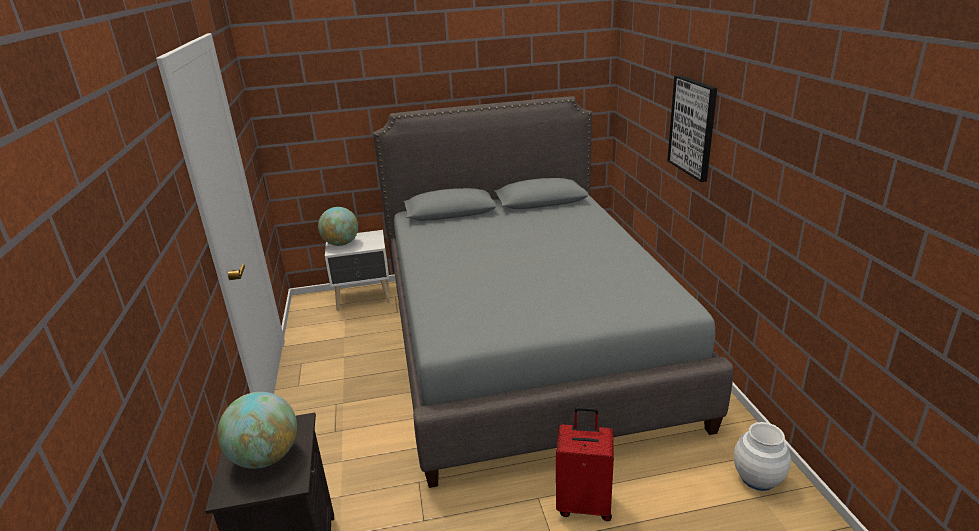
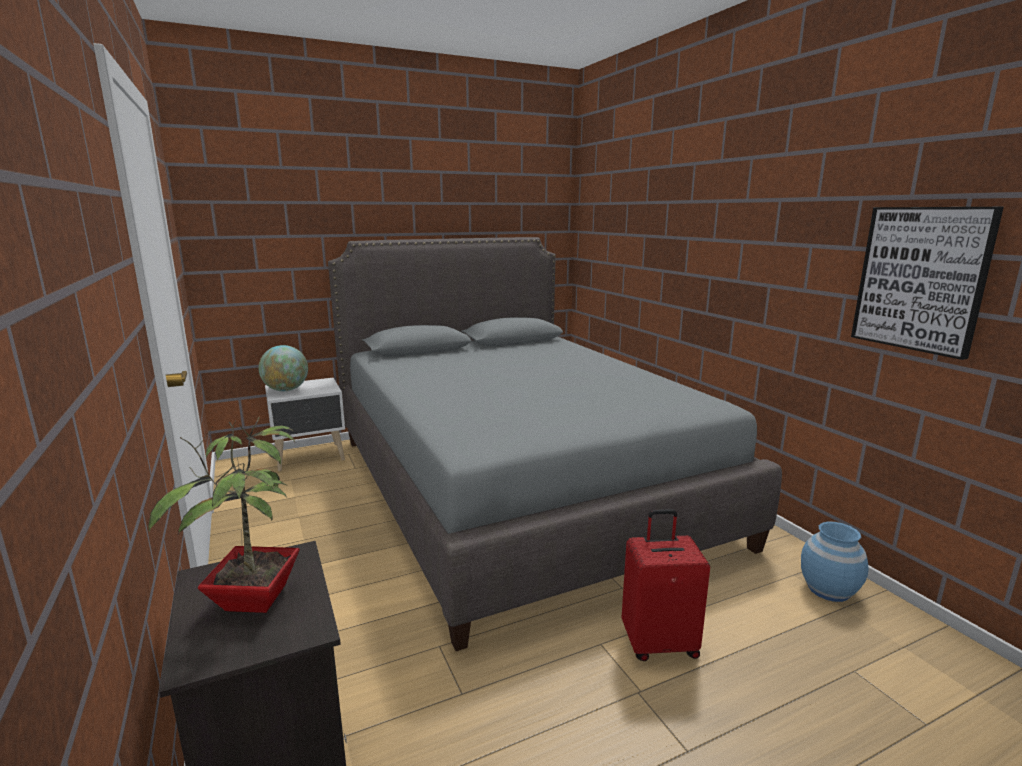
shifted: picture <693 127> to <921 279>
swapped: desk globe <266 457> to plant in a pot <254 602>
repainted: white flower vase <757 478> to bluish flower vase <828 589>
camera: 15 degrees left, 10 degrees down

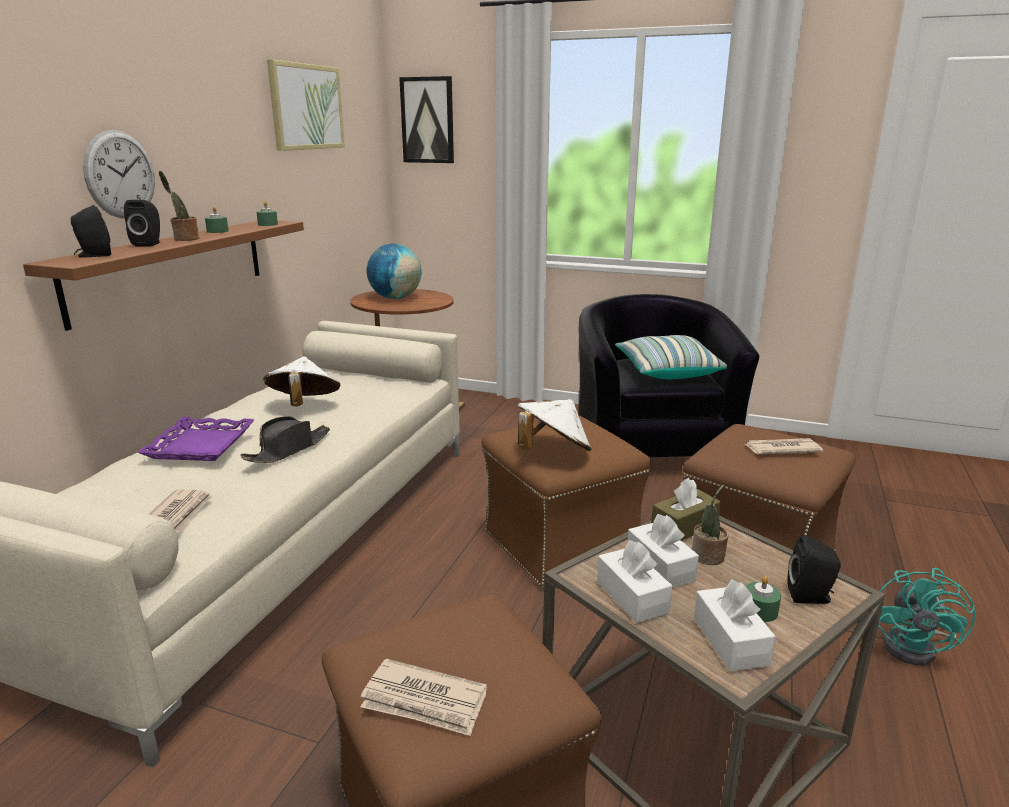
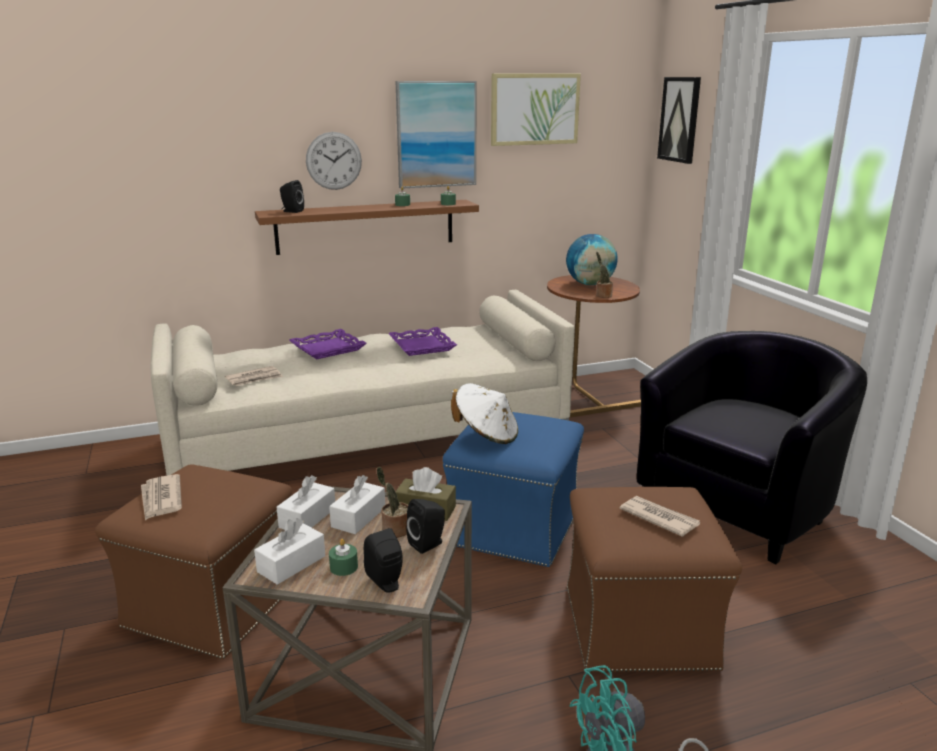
gone: throw pillow <666 371>; black wearable hat <288 449>
new: picture <436 134>
shifted: plant in a pot <184 239> to <602 295>; black audio speaker <149 244> to <428 544>
swapped: white wearable hat <304 405> to purple tray <421 346>
repainted: brown-coloured footrest <559 543> to bluish footrest <514 527>
camera: 50 degrees right, 0 degrees up

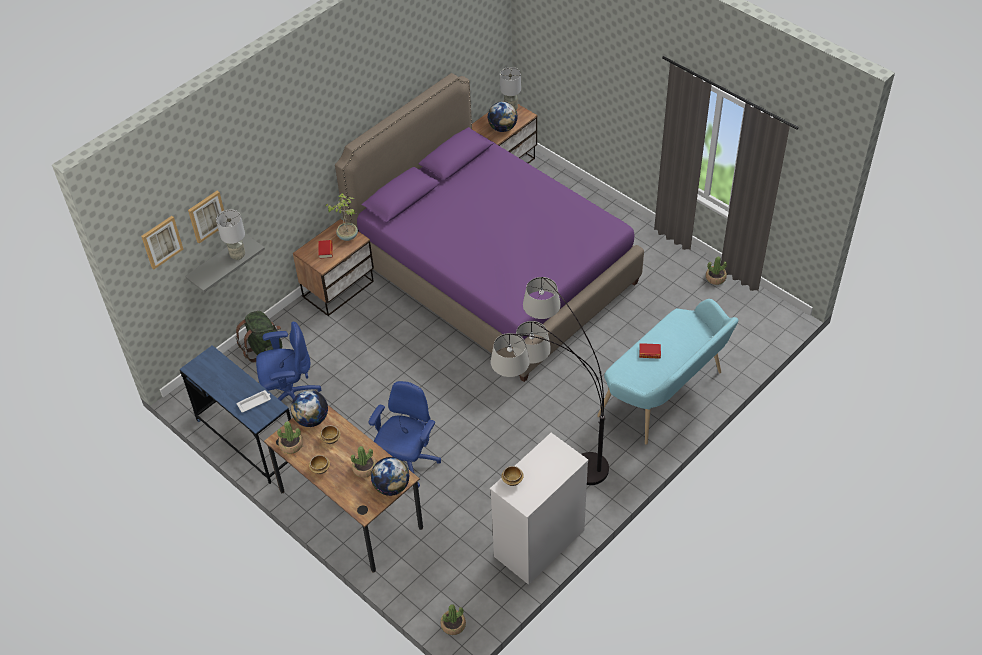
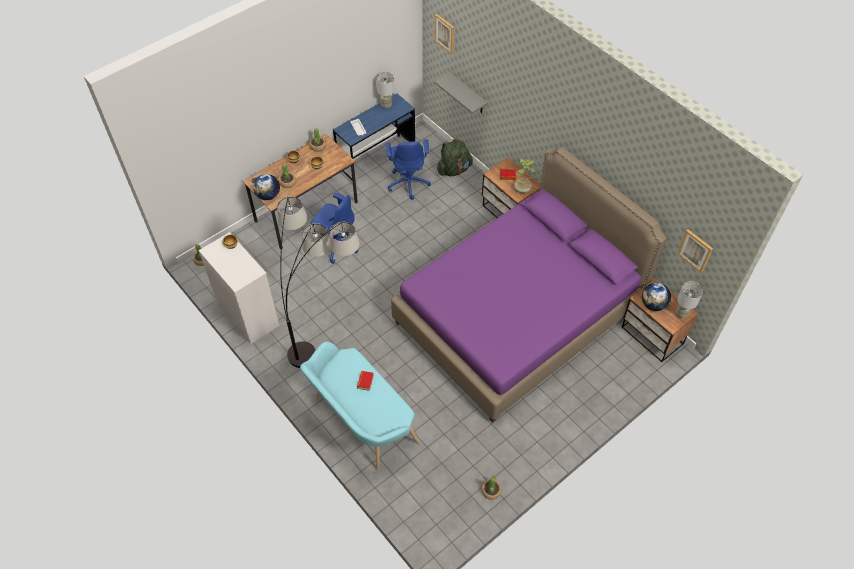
gone: desk globe <311 419>
shifted: picture <207 216> to <695 250>; gray lamp for a table <238 255> to <386 105>
camera: 95 degrees right, 5 degrees up

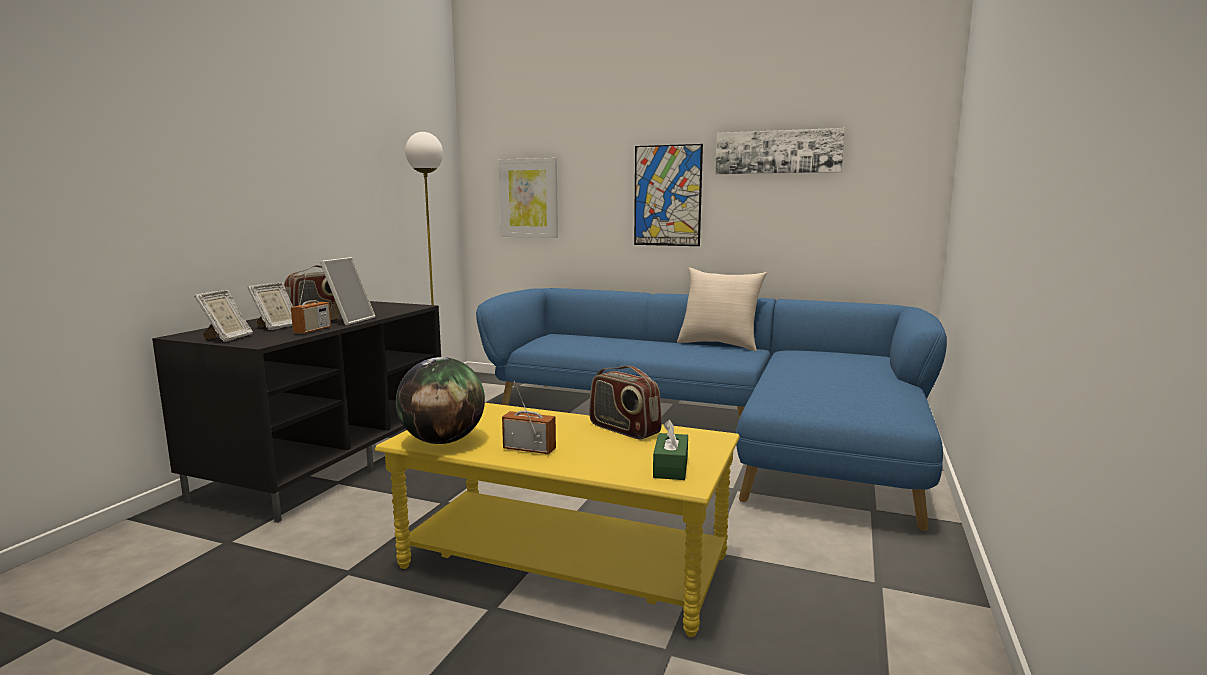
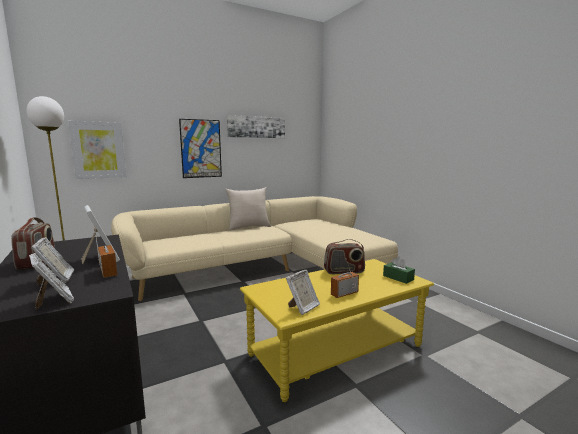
swapped: desk globe <443 441> to photo frame <303 308>
repainted: bluish couch <718 429> to sand-coloured couch <266 269>
camera: 50 degrees left, 0 degrees up

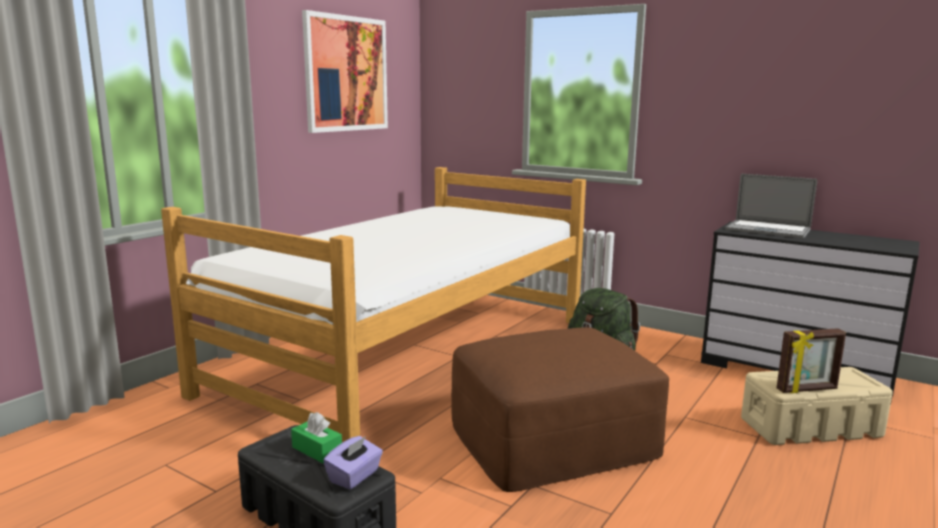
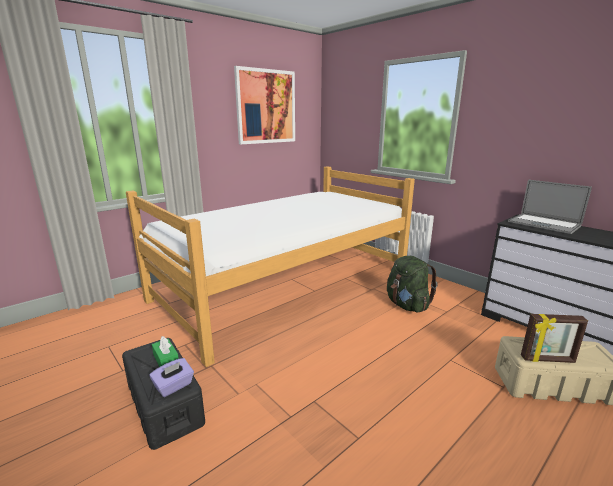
gone: brown-coloured footrest <553 439>
camera: 15 degrees right, 5 degrees up

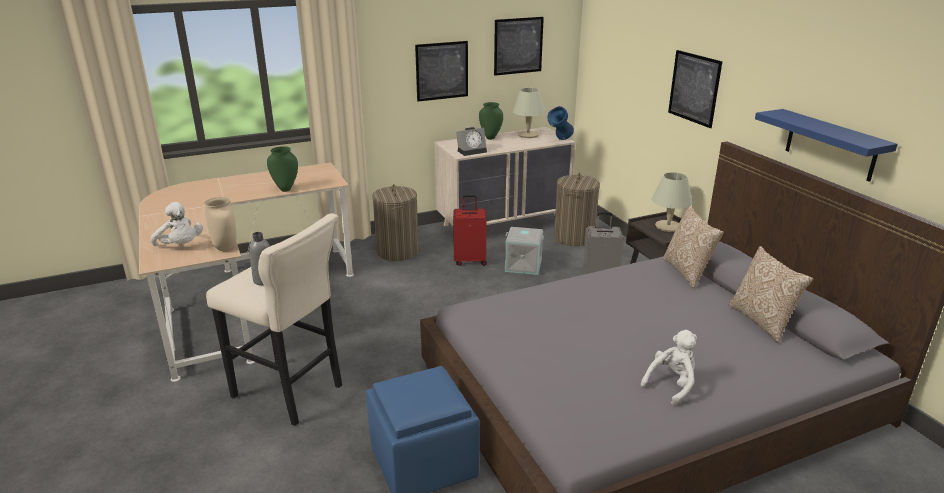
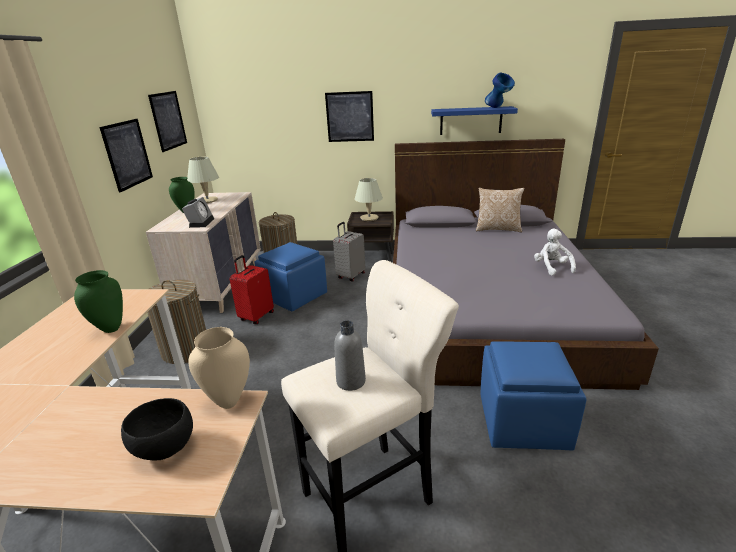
gone: throw pillow <687 272>
shifted: bluish flower vase <559 140> to <497 108>
swapped: white cuddly toy <180 246> to black deep dish <165 449>; gray storage container <523 265> to bluish footrest <294 296>
camera: 60 degrees left, 0 degrees up

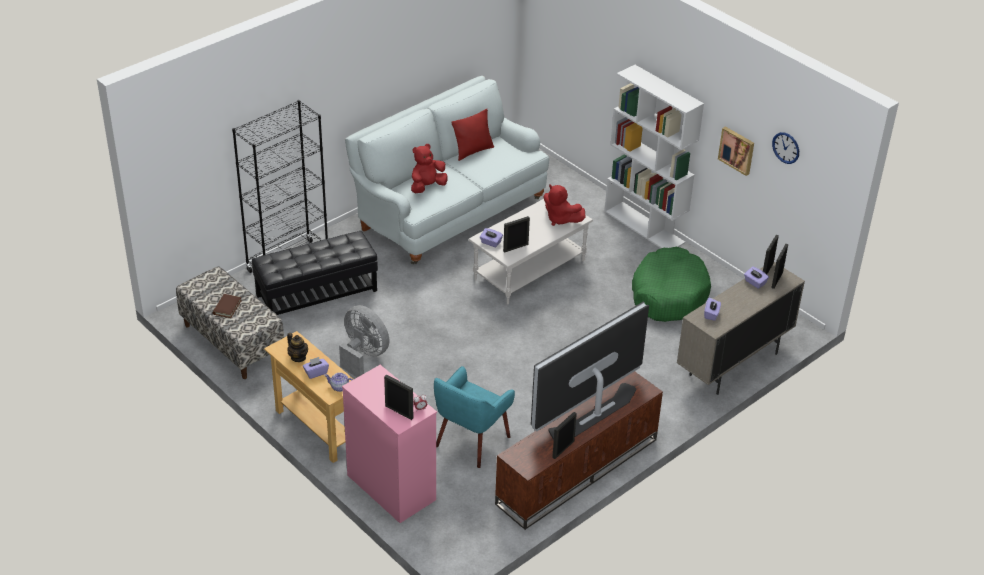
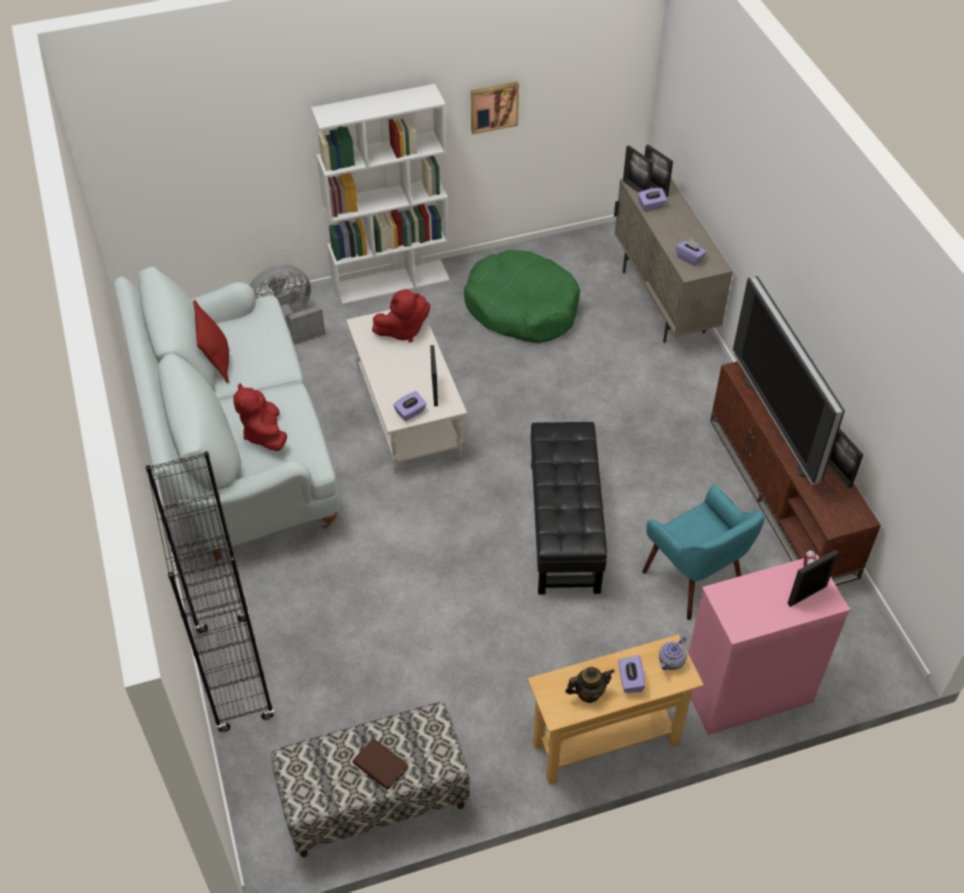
gone: clock on the wall <786 147>
shifted: black footrest <317 293> to <565 526>; gray electric fan <363 356> to <288 322>
camera: 65 degrees left, 10 degrees up

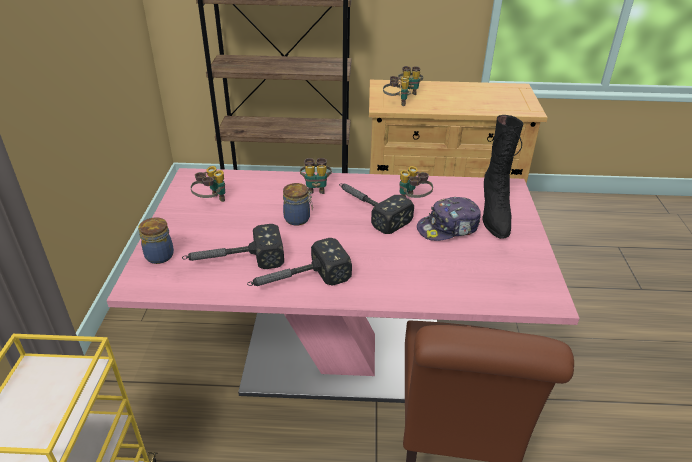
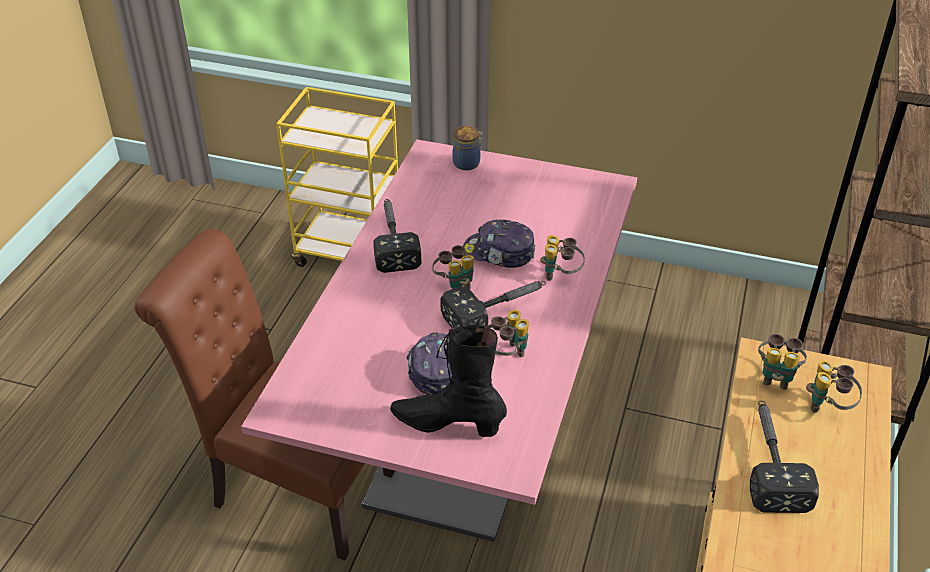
shifted: field glasses <211 201> to <455 285>; tool hammer <233 261> to <770 460>
swapped: storage jar <298 219> to baseball cap <498 253>
camera: 105 degrees right, 5 degrees up

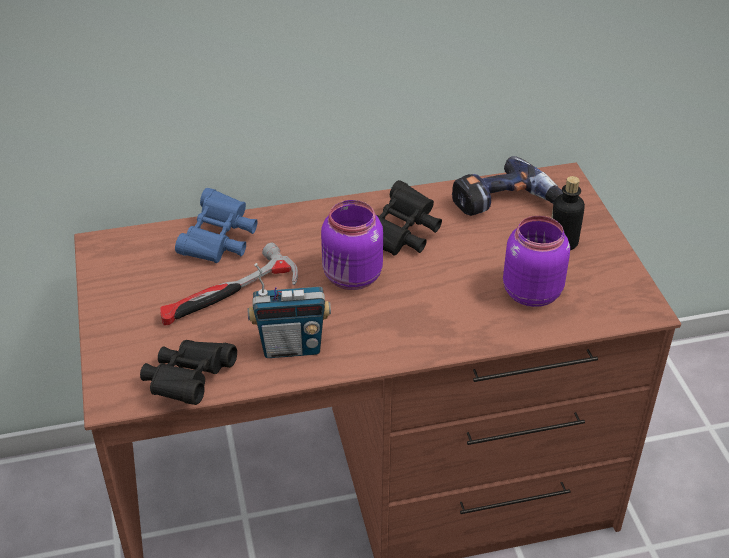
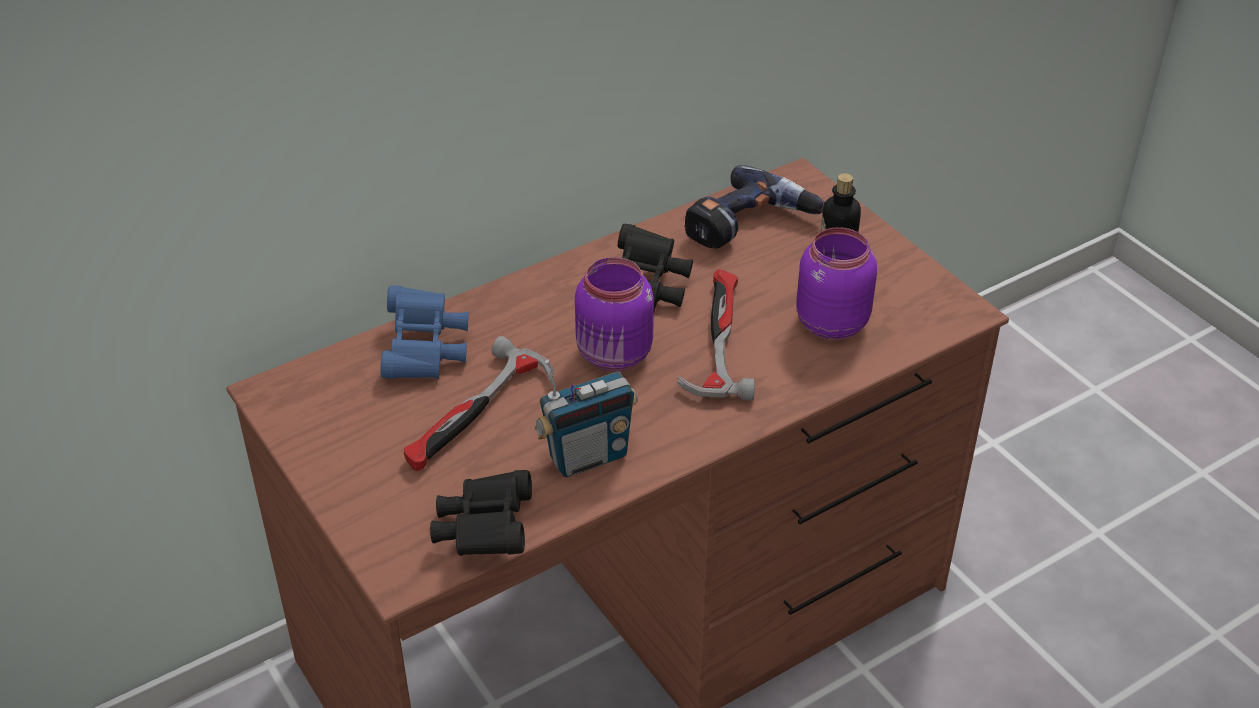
new: tool hammer <717 340>
camera: 20 degrees left, 0 degrees up

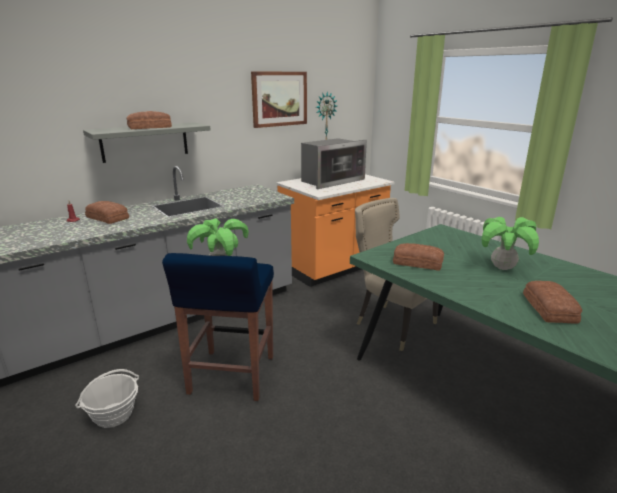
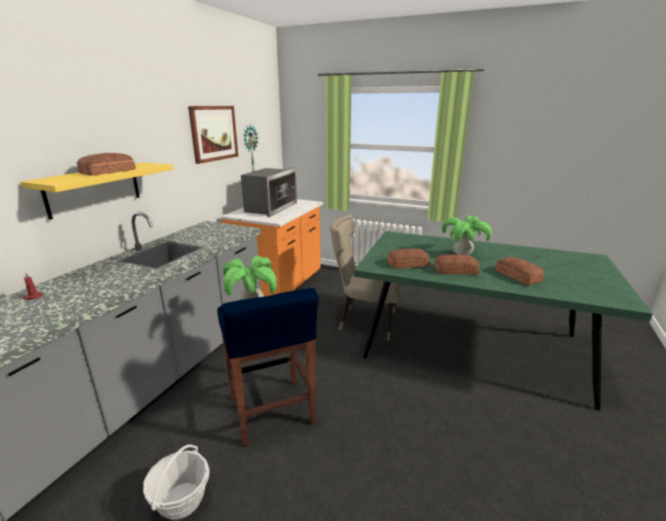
shifted: bread <108 217> to <455 270>
repainted: gray wall shelf <145 142> to yellow-coloured wall shelf <94 189>
camera: 30 degrees left, 0 degrees up

